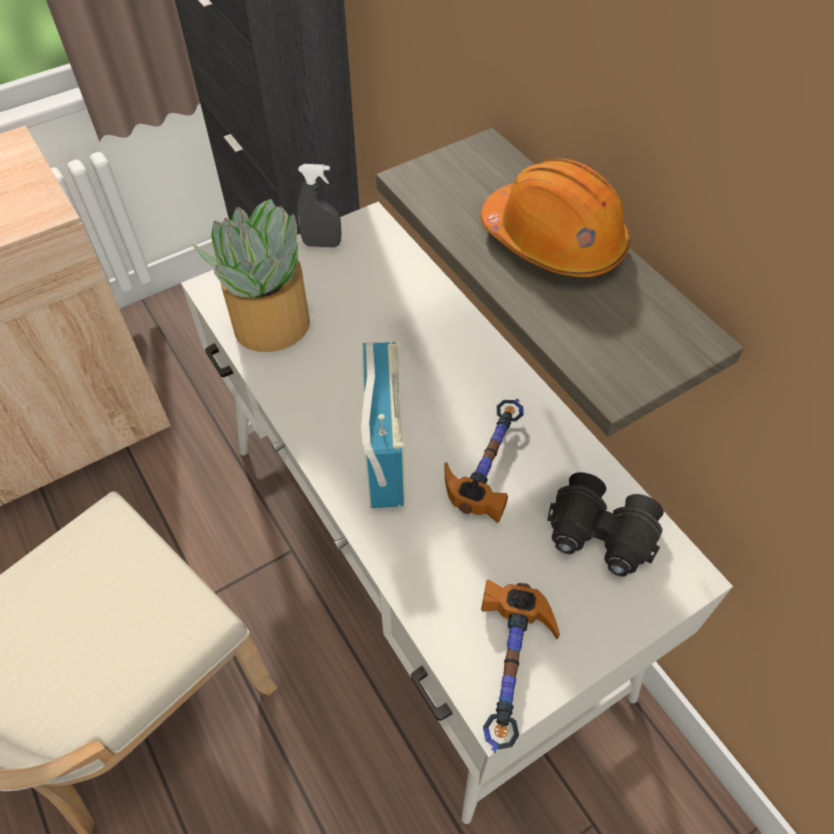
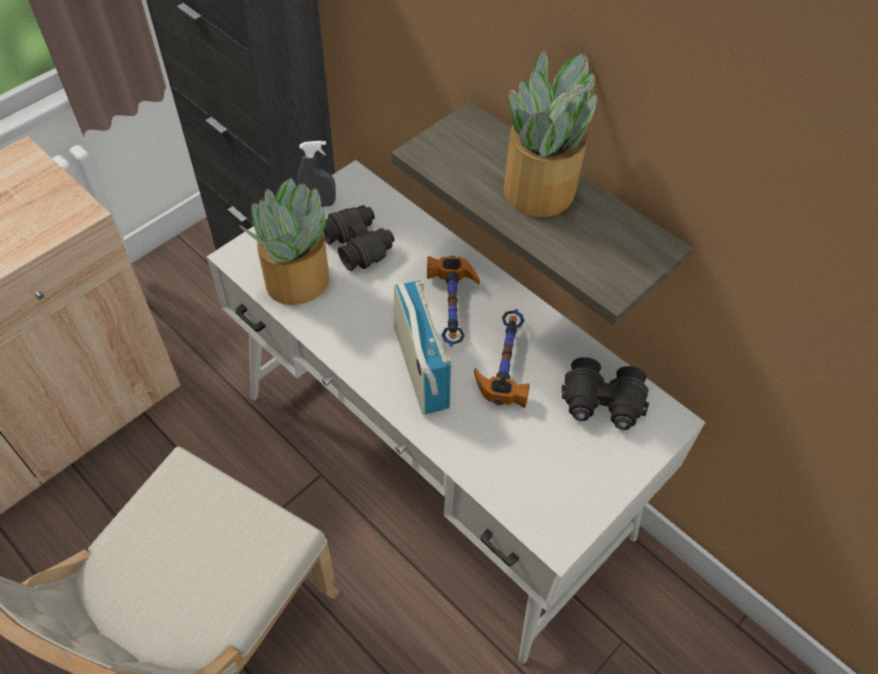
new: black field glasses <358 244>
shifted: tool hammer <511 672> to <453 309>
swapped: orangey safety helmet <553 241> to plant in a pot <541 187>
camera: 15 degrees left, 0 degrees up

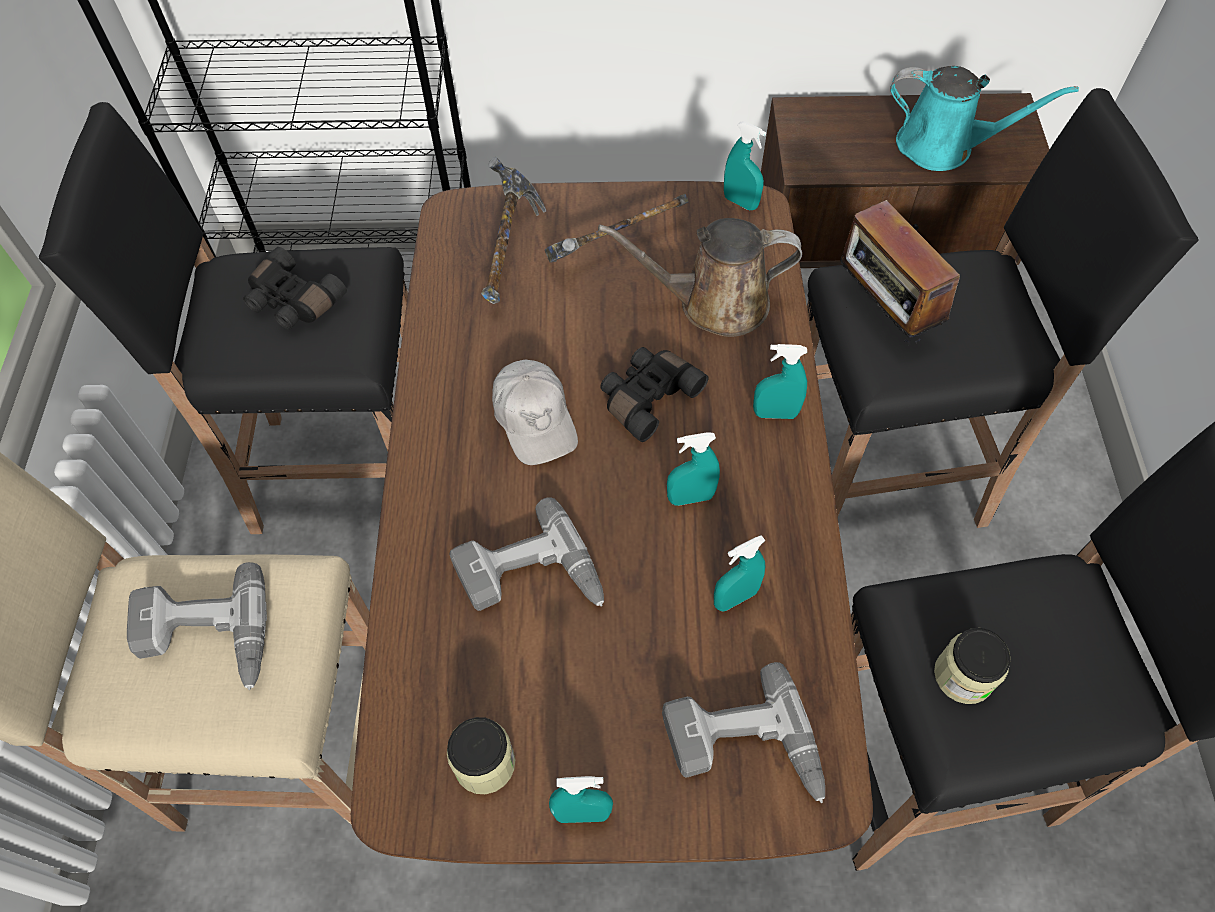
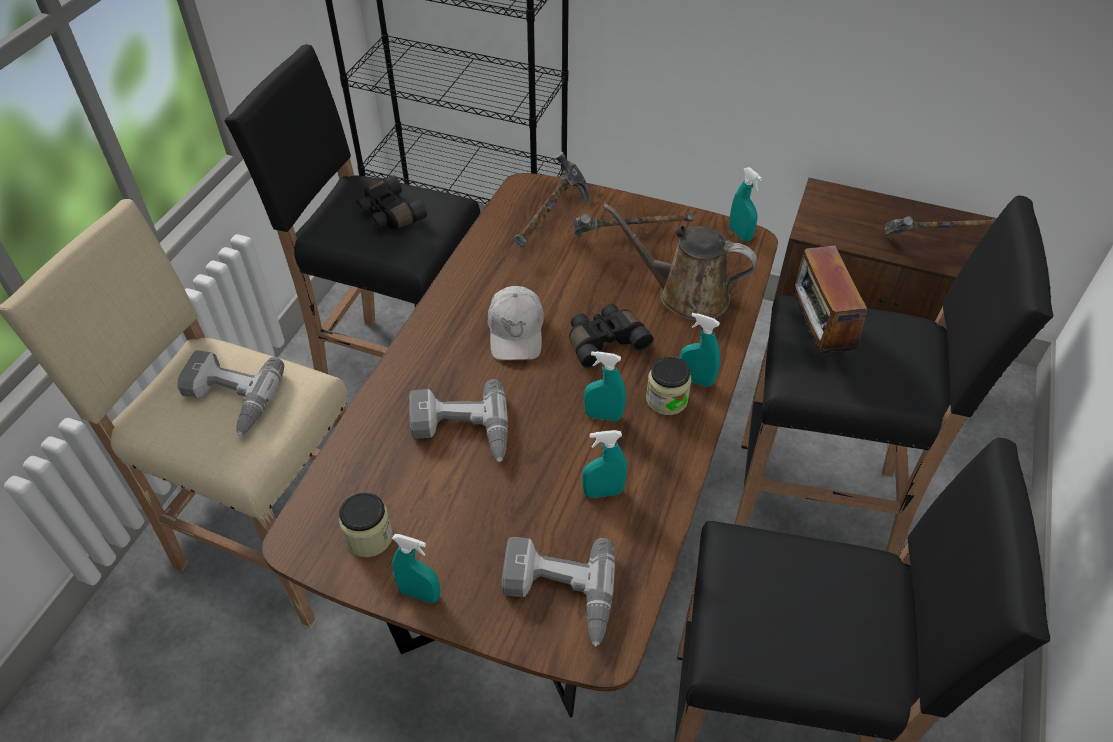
shifted: storage jar <963 676> to <666 399>
swapped: turquoise sprinkling can <943 146> to tool hammer <933 244>
camera: 20 degrees right, 10 degrees down

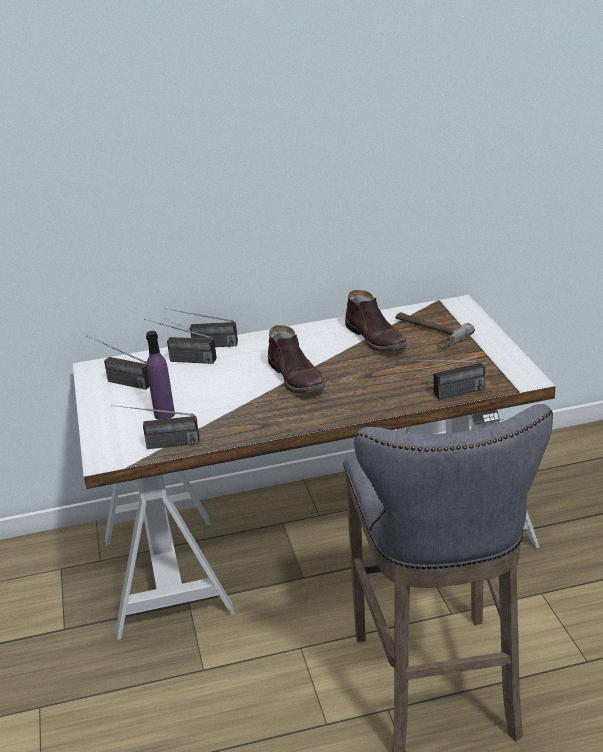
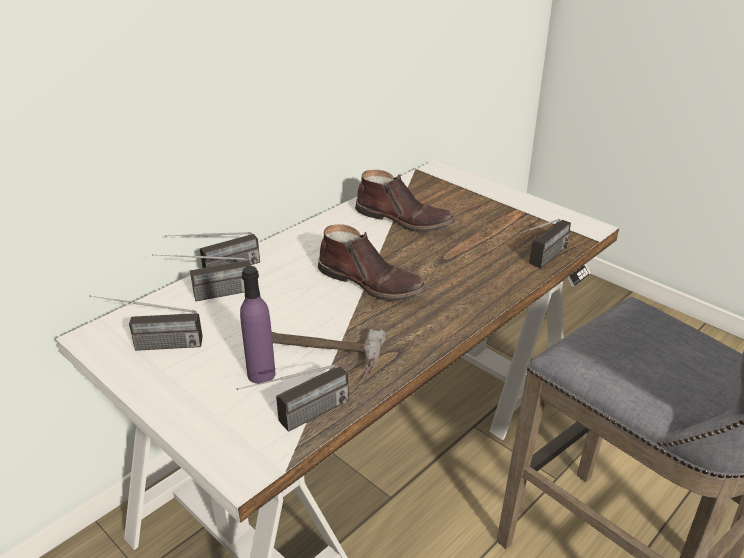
shifted: tool hammer <426 333> to <321 356>
camera: 35 degrees left, 5 degrees up

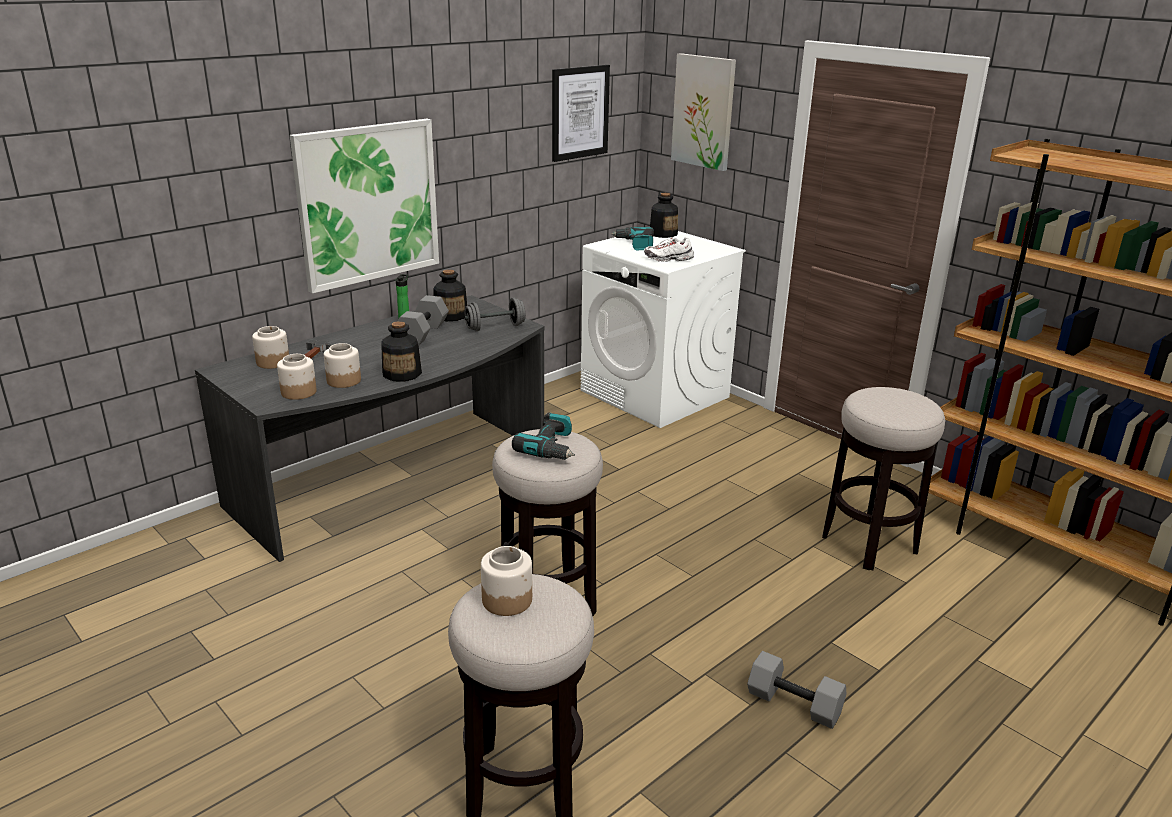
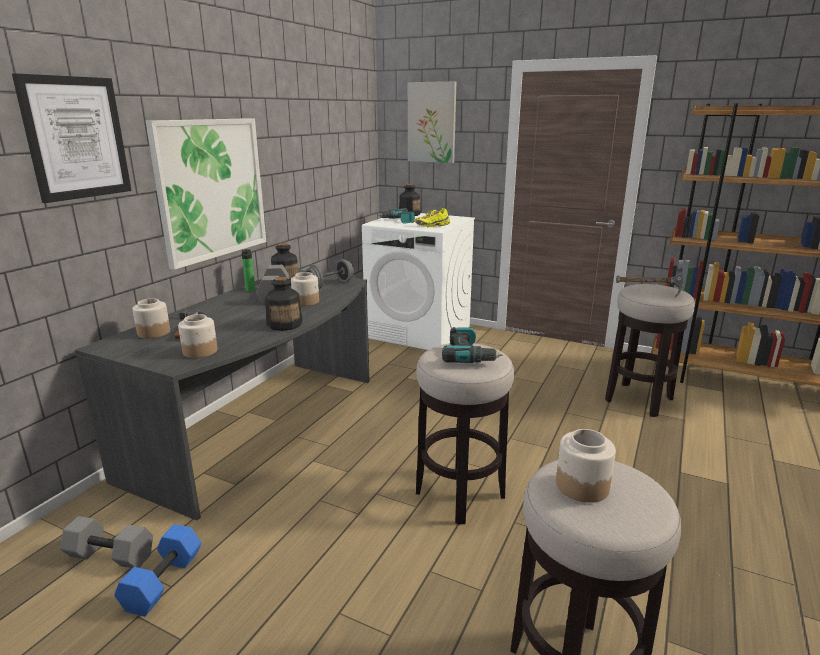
new: tool hammer <649 293>; bluish dumbbell <162 581>
shifted: picture <579 112> to <76 138>; storage jar <344 381> to <306 301>; gray dumbbell <795 703> to <112 555>
repainted: white low shoe <668 259> to yellow-coloured low shoe <432 226>
camera: 20 degrees left, 5 degrees down

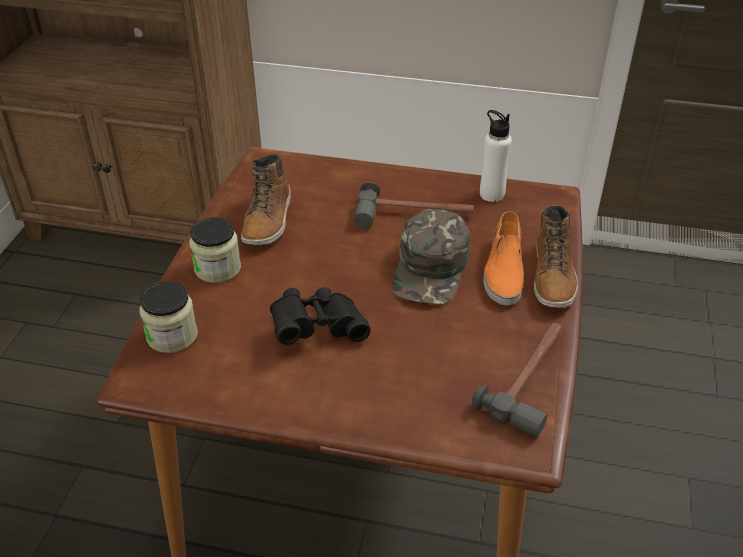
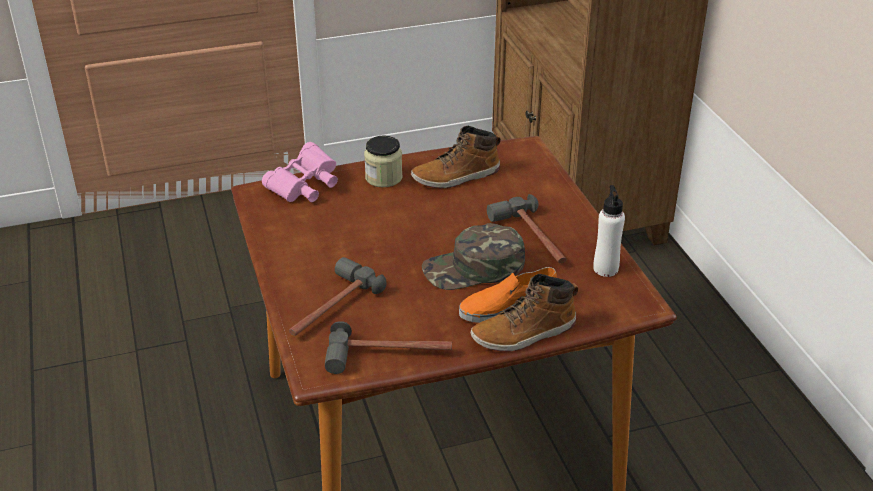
gone: black field glasses <317 328>
new: tool hammer <330 308>
swapped: storage jar <172 335> to pink field glasses <304 187>
camera: 60 degrees right, 5 degrees down

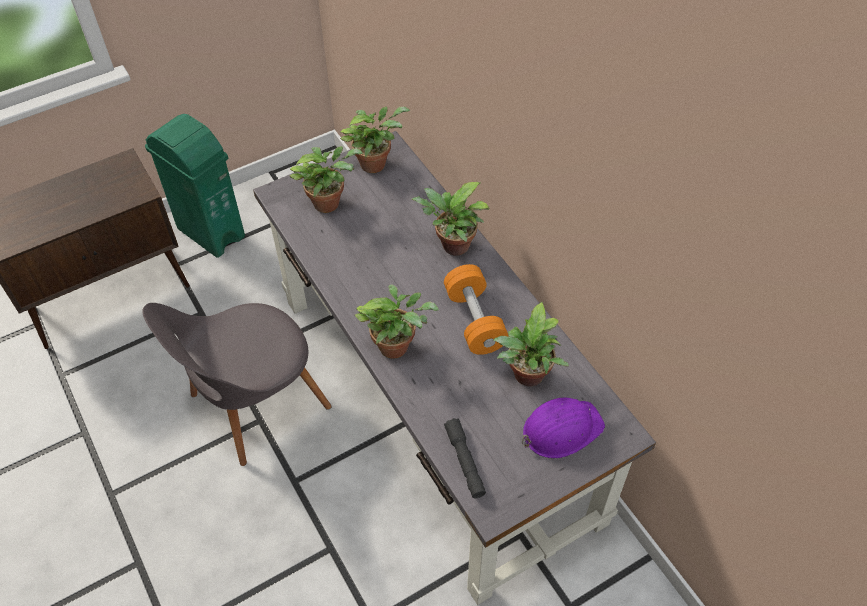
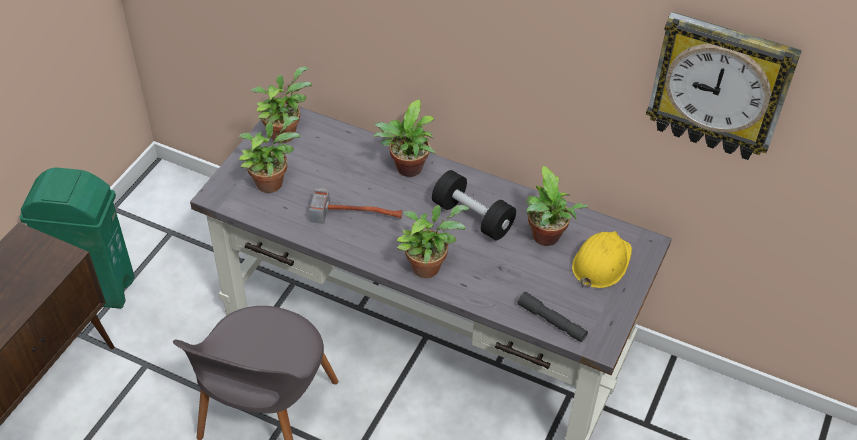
new: clock on the wall <719 87>; tool hammer <358 211>
repainted: orangey dumbbell <474 320> to black dumbbell <472 217>; purple safety helmet <561 429> to yellow-coloured safety helmet <601 263>
camera: 35 degrees left, 5 degrees down

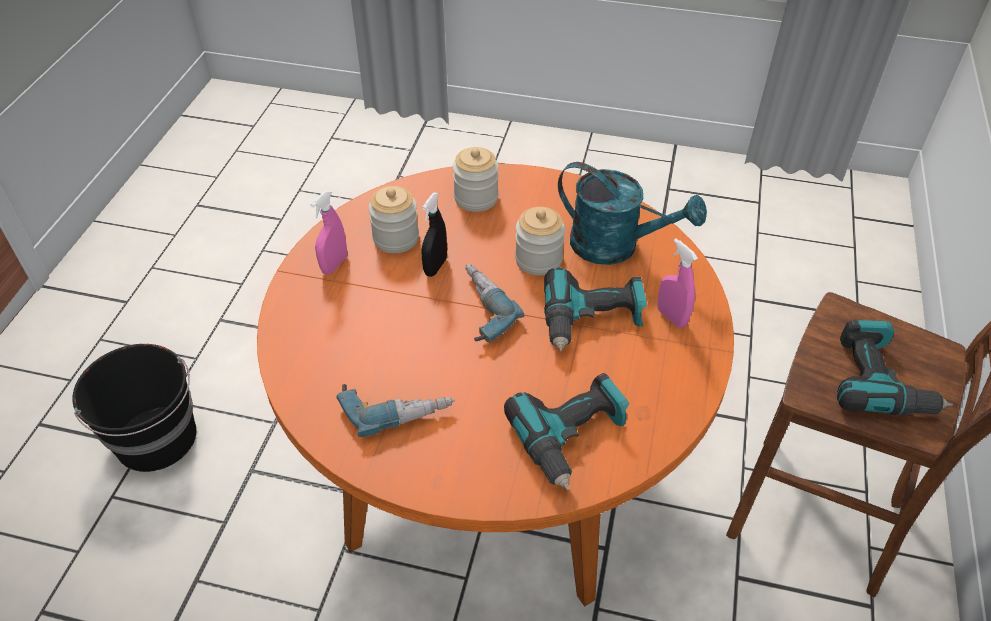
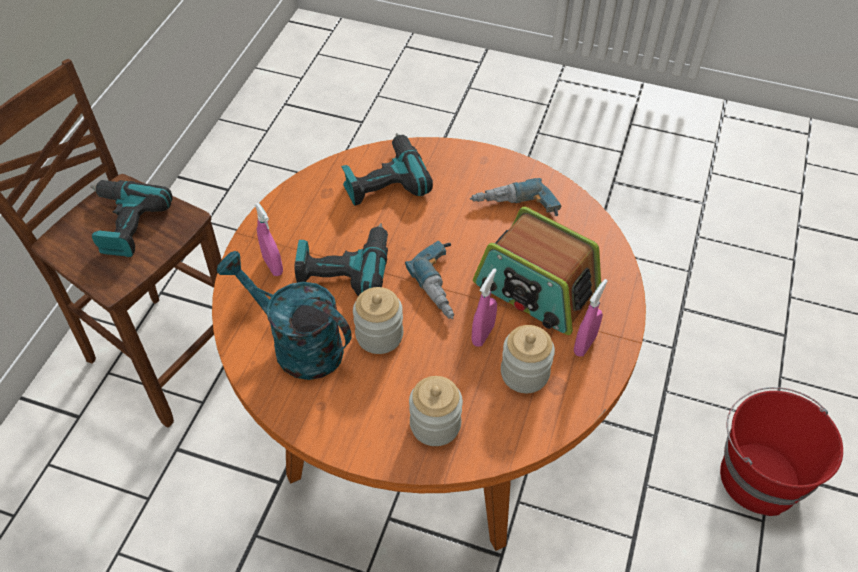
new: radio set <535 290>
repainted: black spray bottle <435 266> to pink spray bottle <483 334>; black water bucket <157 439> to red-coloured water bucket <758 476>
camera: 175 degrees left, 5 degrees up

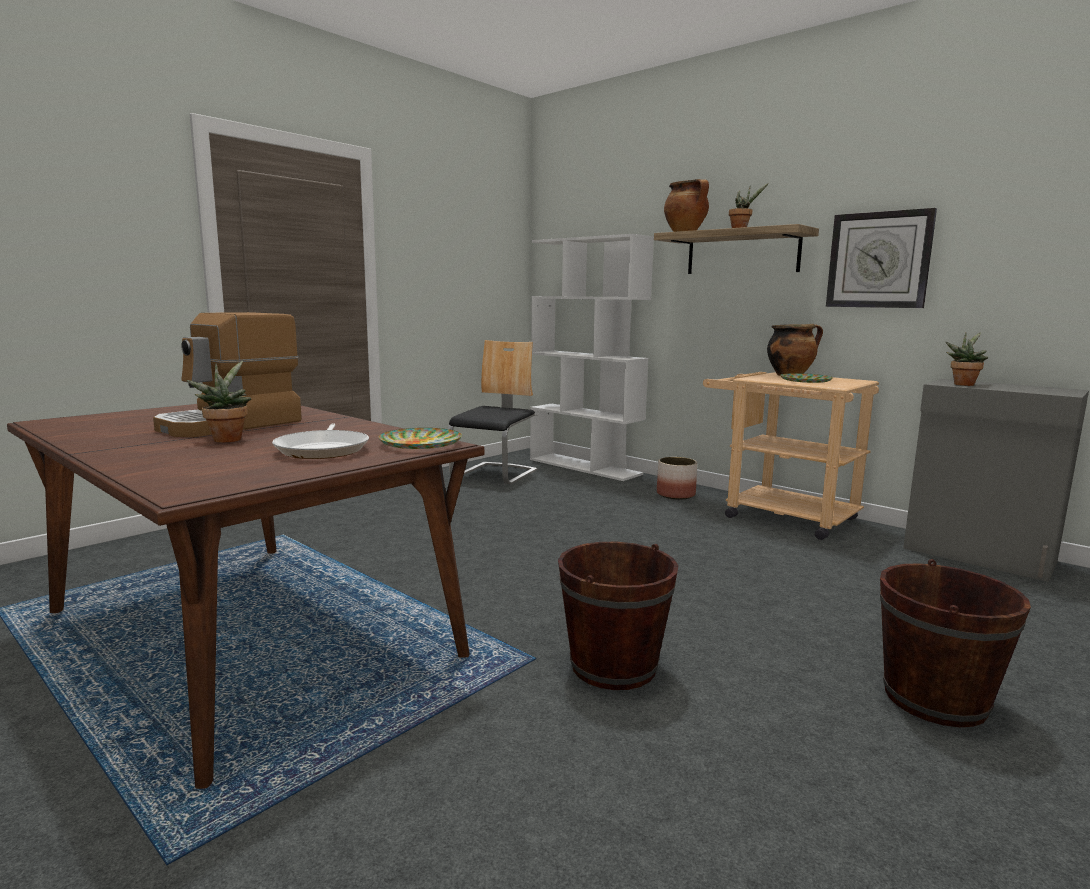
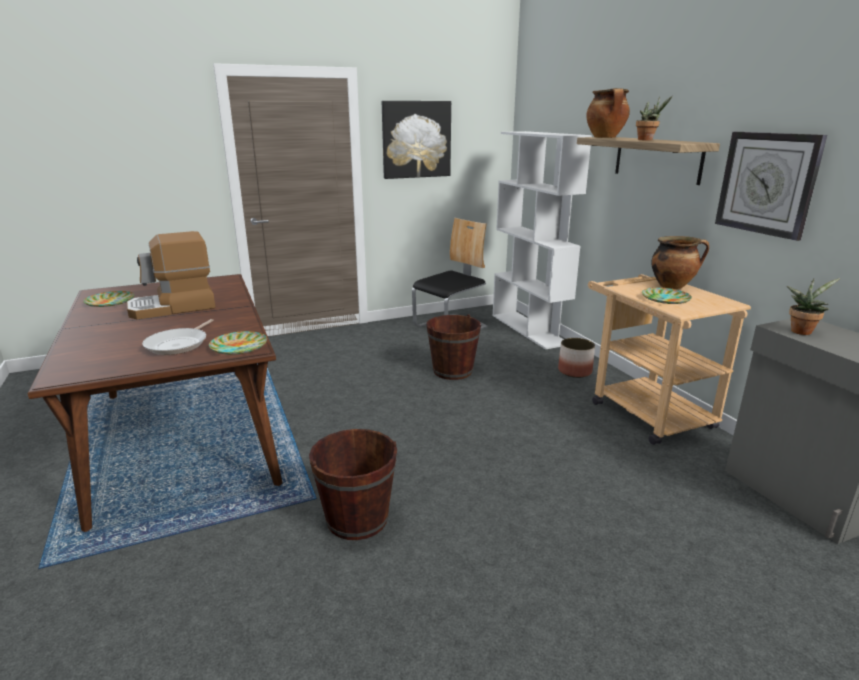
gone: plant in a pot <227 439>
new: picture <416 139>; flat dish <110 302>
shifted: brown-coloured water bucket <935 699> to <452 371>
camera: 25 degrees right, 10 degrees up

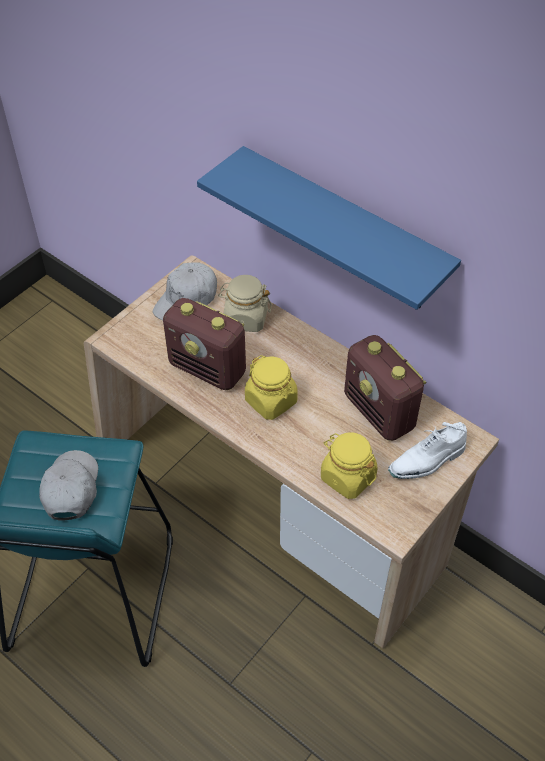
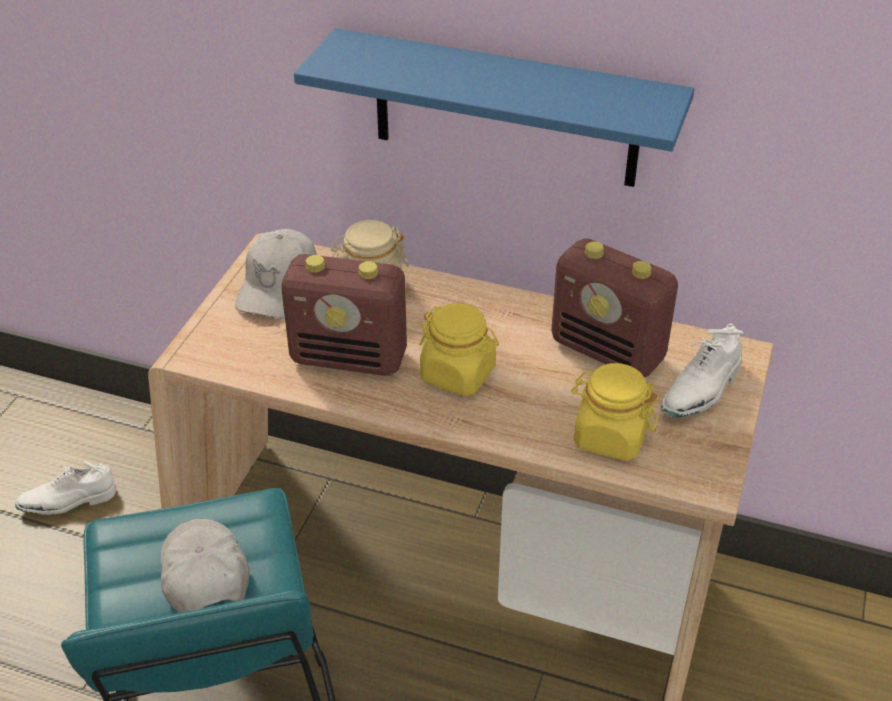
new: white low shoe <68 502>
camera: 20 degrees left, 10 degrees down

